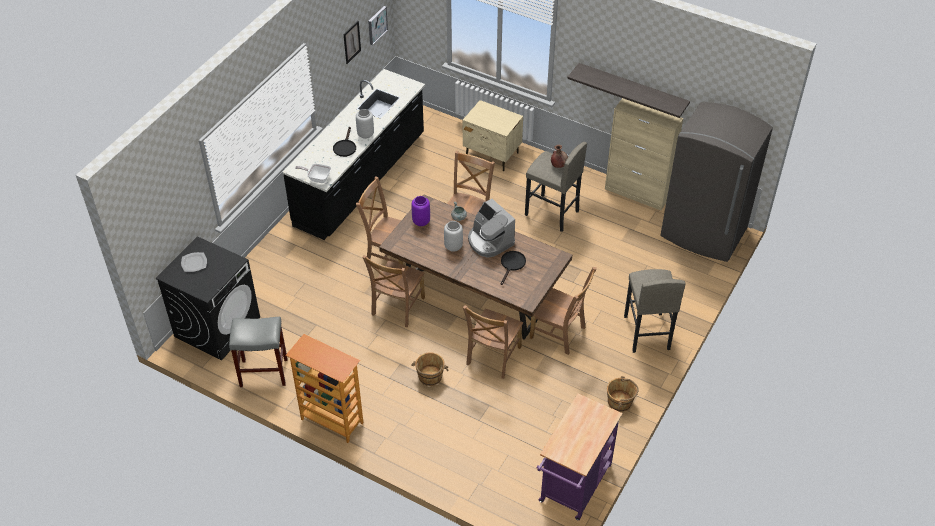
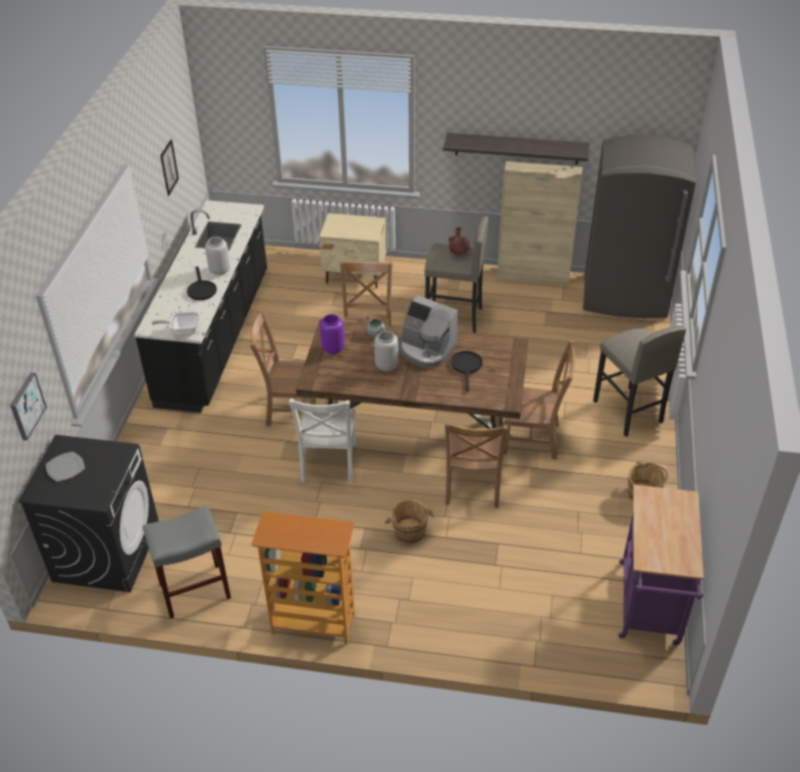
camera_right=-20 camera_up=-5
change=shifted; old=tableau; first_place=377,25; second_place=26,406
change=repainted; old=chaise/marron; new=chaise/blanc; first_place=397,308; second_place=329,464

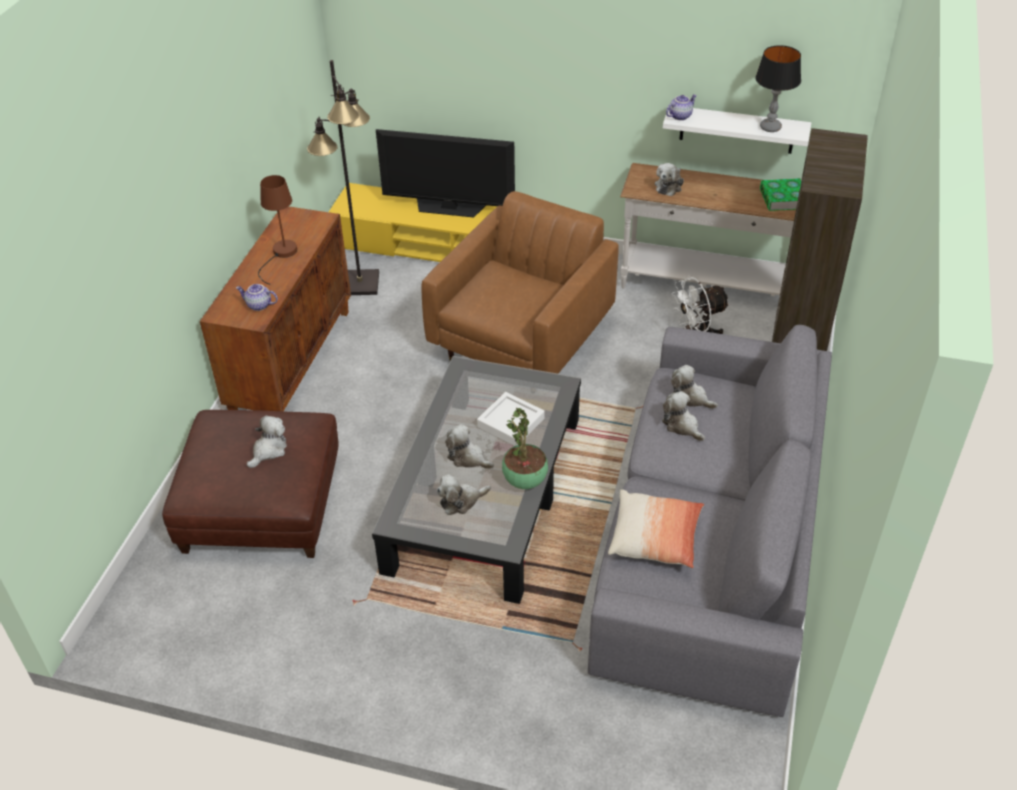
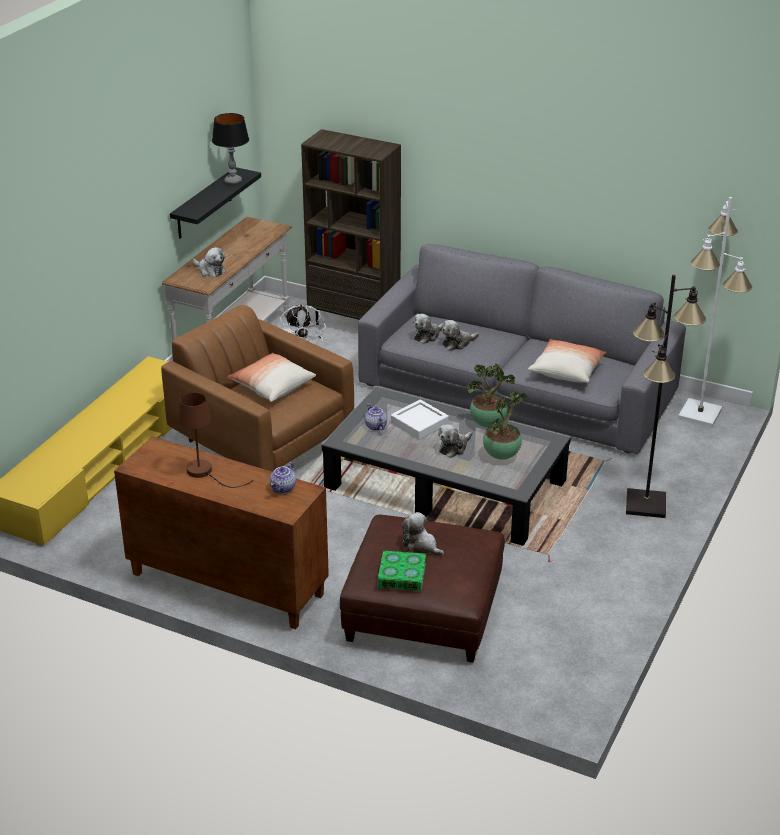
camera_right=-80 camera_up=-10
change=repainted; old=étagère/blanc; new=étagère/noir; first_place=737,129; second_place=204,204
change=new; new=coussin; second_place=272,387
change=shifted; old=théière; first_place=680,116; second_place=375,426
change=shifted; old=livre; first_place=783,198; second_place=402,575
change=swapped; old=peluche; new=plante en pot; first_place=461,501; second_place=502,455
change=shifted; old=lampadaire/noir; first_place=359,284; second_place=646,505
change=new; new=lampadaire/blanc; second_place=700,413
change=gone; old=téléviseur; first_place=449,207

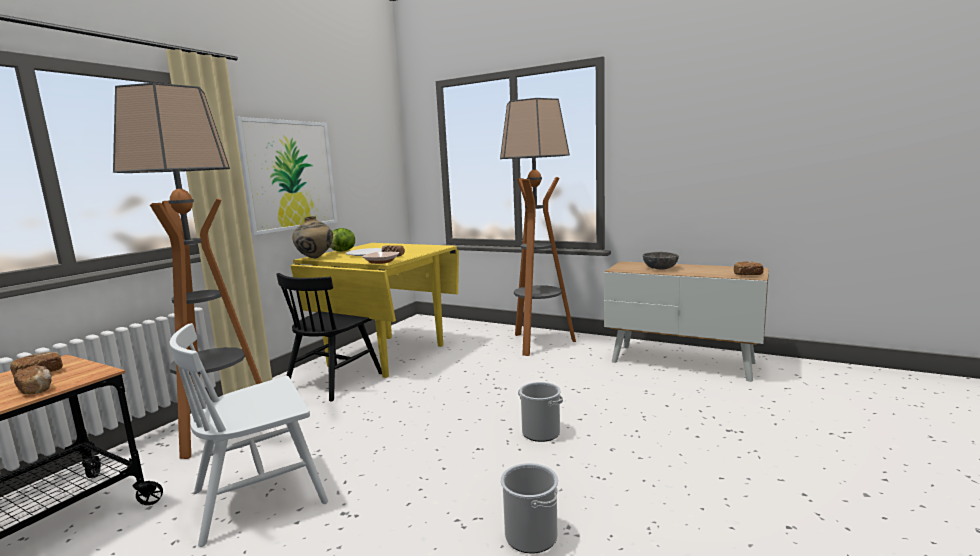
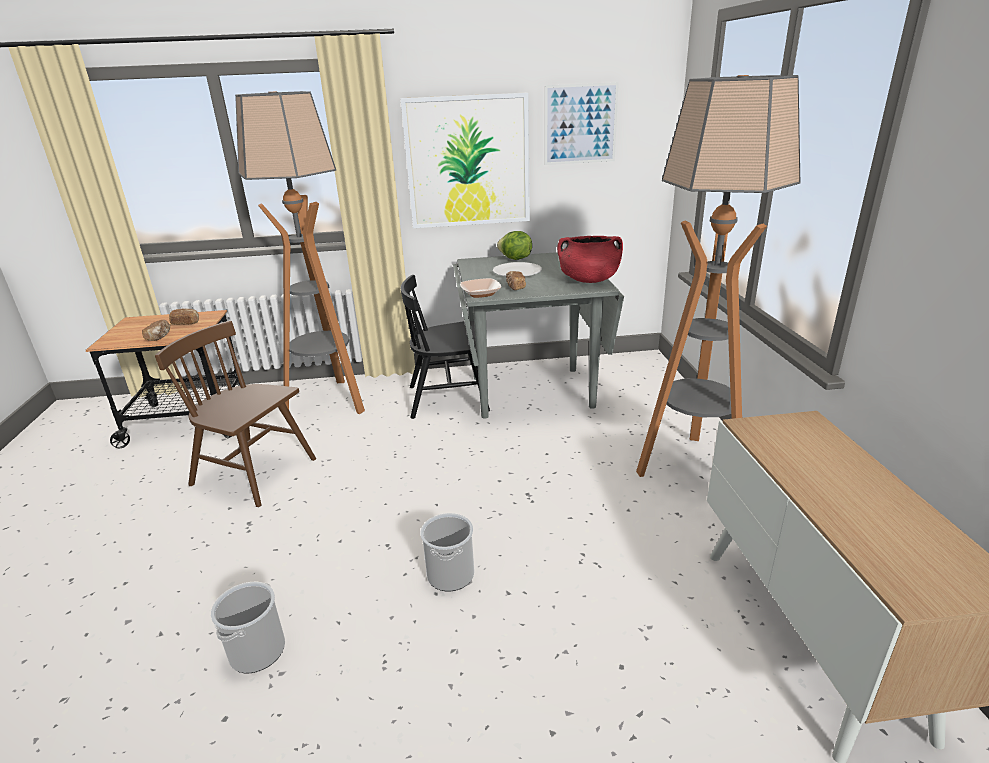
camera_right=55 camera_up=15
change=repainted; old=chaise/blanc; new=chaise/marron; first_place=260,496; second_place=254,472
change=repainted; old=table à manger/jaune; new=table à manger/gris; first_place=386,355; second_place=531,391
change=new; new=tableau; second_place=580,124
change=new; new=marmite/rouge; second_place=589,280
change=gone; old=vase/beige; first_place=315,258
change=gone; old=bol/gris; first_place=660,268
change=gone; old=pain; first_place=748,275

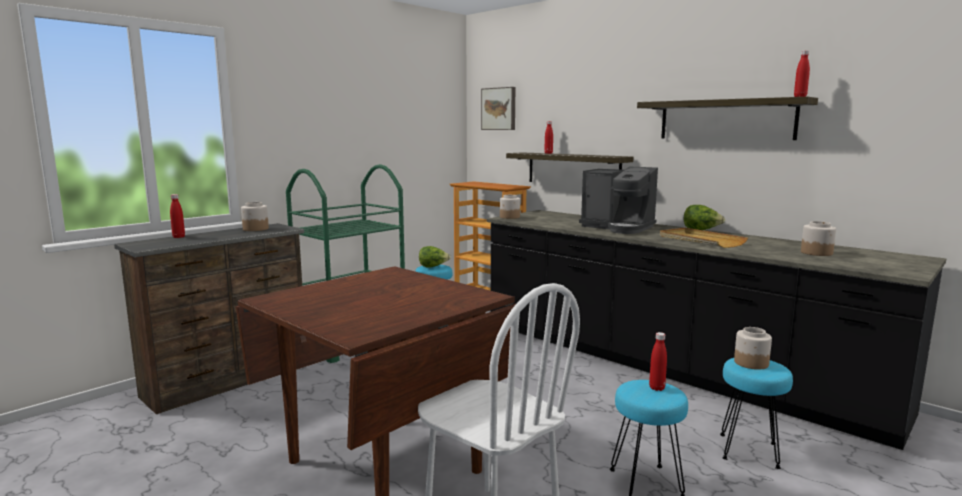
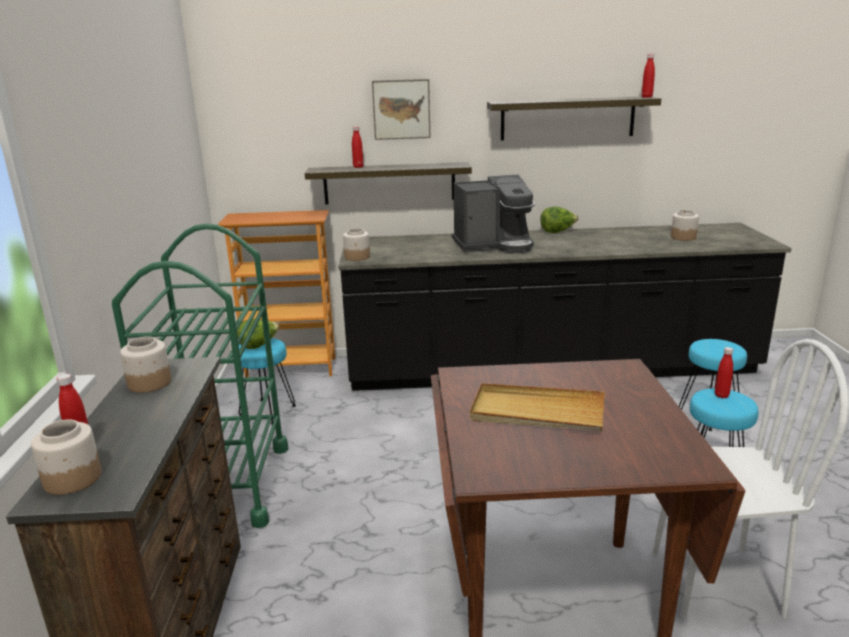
camera_right=-45 camera_up=10
change=shifted; old=bocal; first_place=750,363; second_place=72,479
change=shifted; old=tableau; first_place=499,109; second_place=401,109
change=shifted; old=plateau/beige; first_place=700,240; second_place=537,412

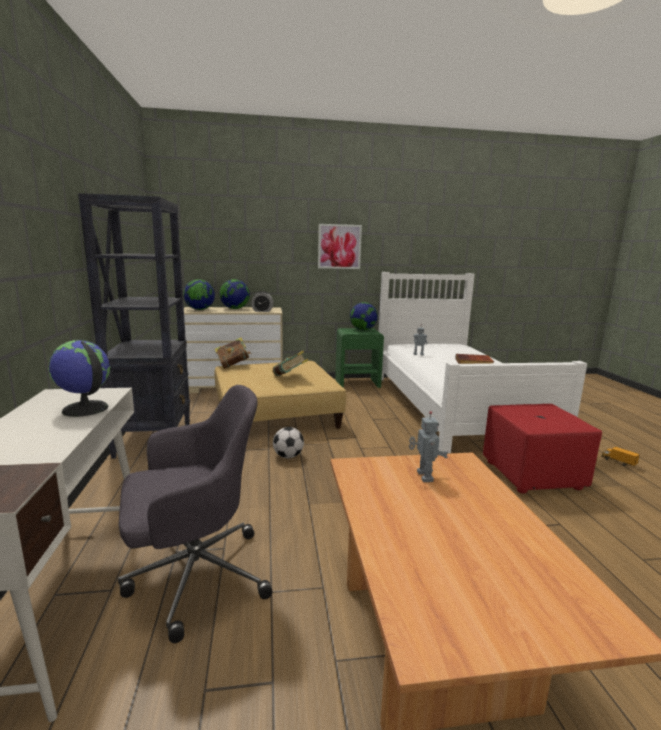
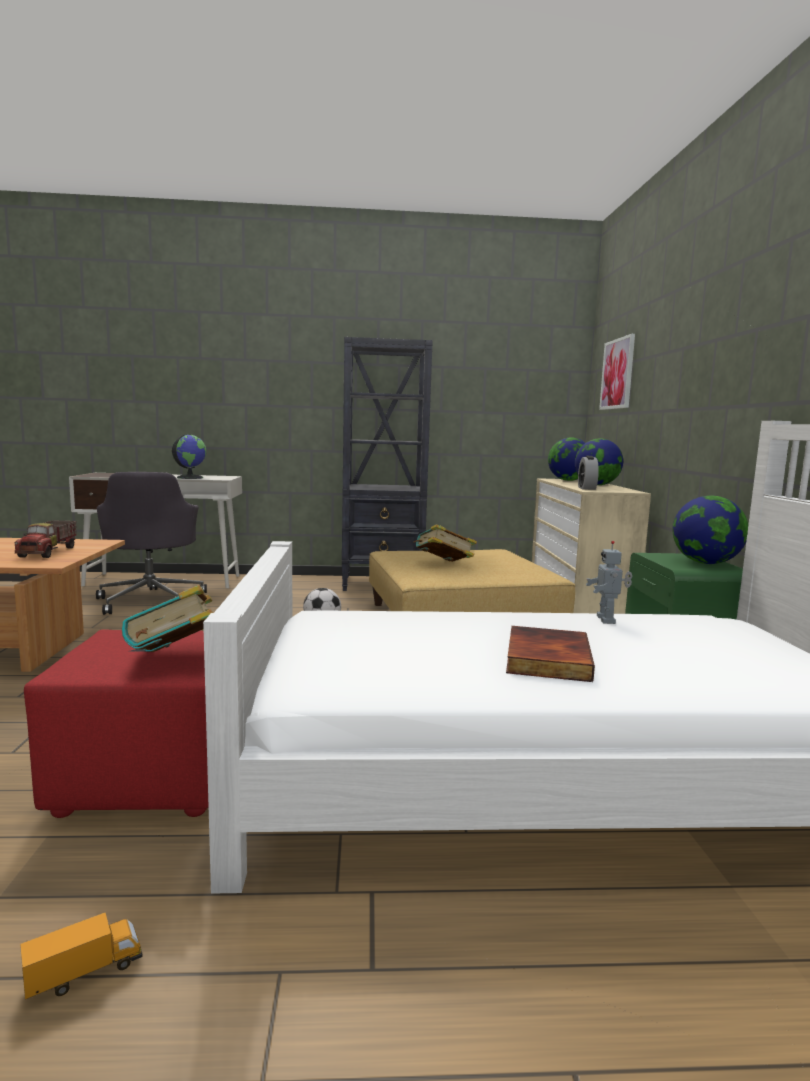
camera_right=95 camera_up=-5
change=swapped; old=robot jouet; new=camion jouet; first_place=423,476; second_place=49,552
change=shifted; old=livre; first_place=233,365; second_place=176,660
change=shifted; old=tableau; first_place=339,246; second_place=617,374

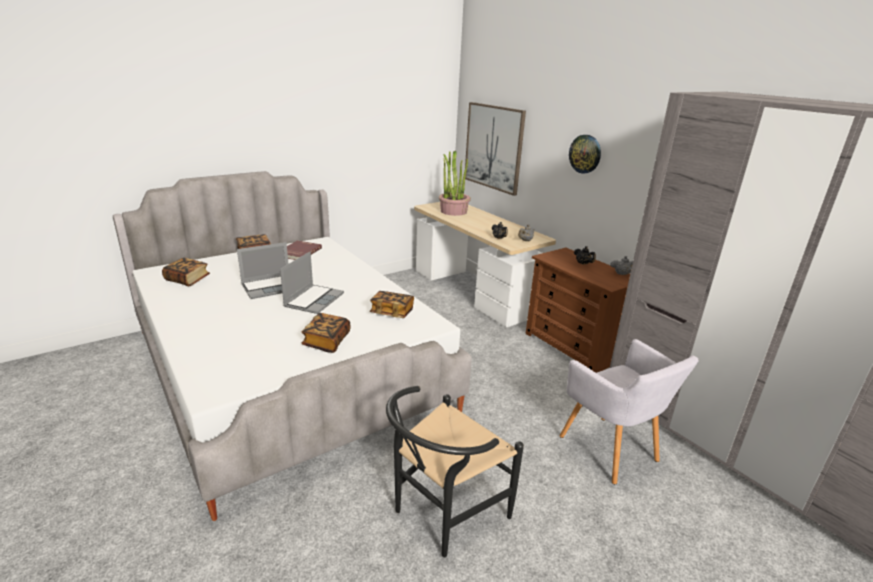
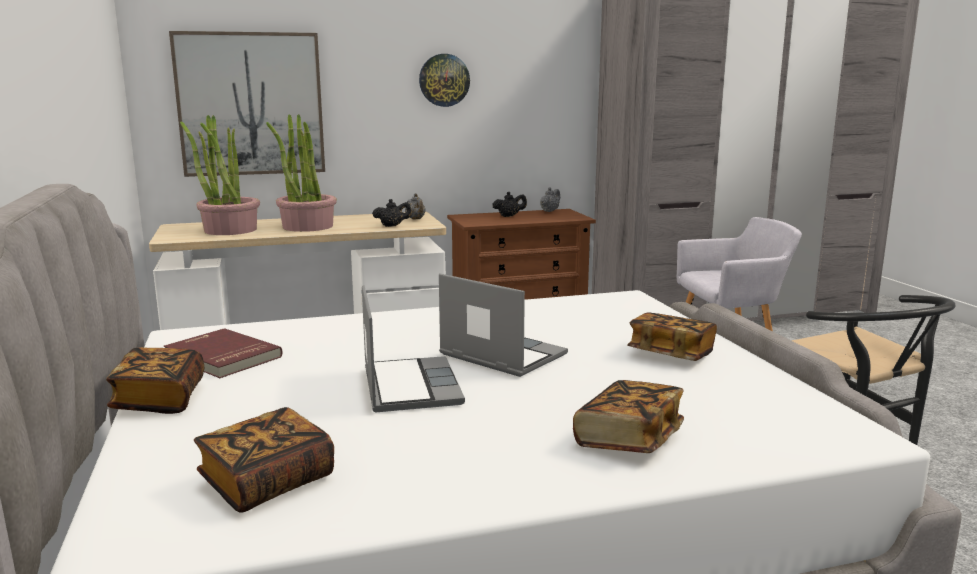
camera_right=-70 camera_up=-10
change=new; new=plante en pot; second_place=307,227
change=shifted; old=livre; first_place=392,312; second_place=628,439

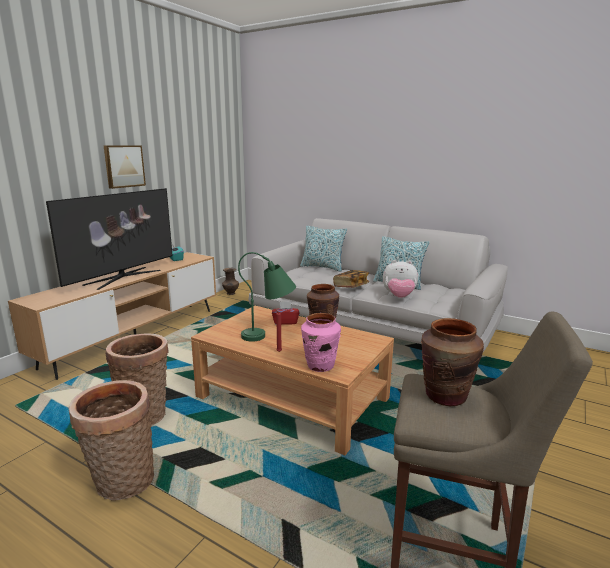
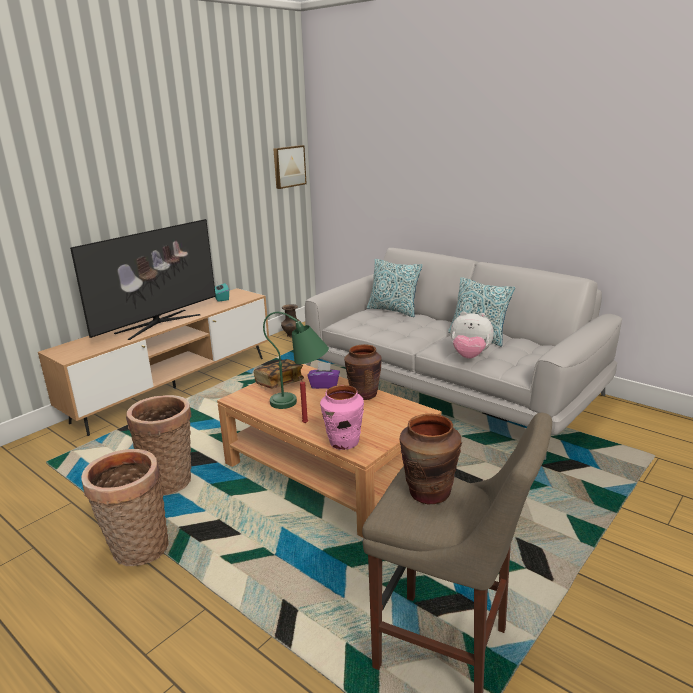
camera_right=10 camera_up=5
change=shifted; old=livre; first_place=351,286; second_place=279,383
change=shifted; old=tableau; first_place=124,166; second_place=288,166
change=repainted; old=boîte à mouchoirs/rouge; new=boîte à mouchoirs/violet; first_place=285,322; second_place=324,385

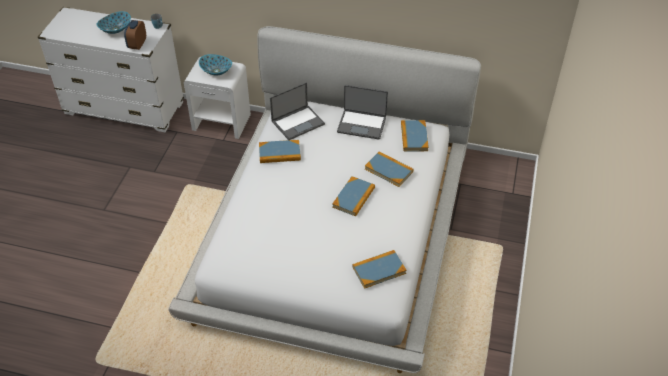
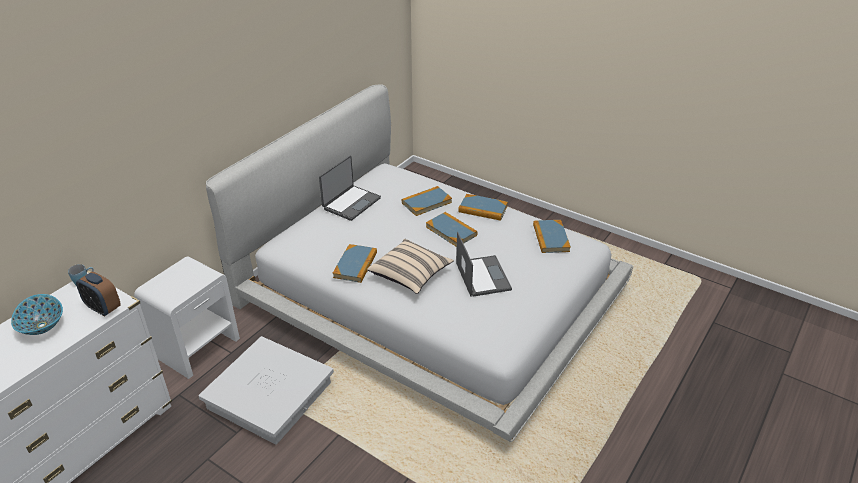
camera_right=-70 camera_up=-10
change=new; new=boîte de rangement/blanc; second_place=270,395
change=new; new=coussin/beige; second_place=410,275
change=shifted; old=ordinateur portable; first_place=298,122; second_place=482,276
change=shifted; old=livre; first_place=414,137; second_place=483,209
change=gone; old=bol; first_place=216,71

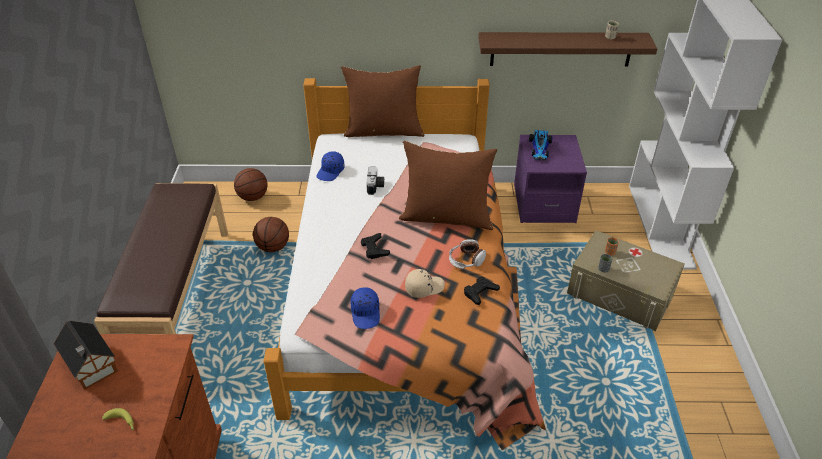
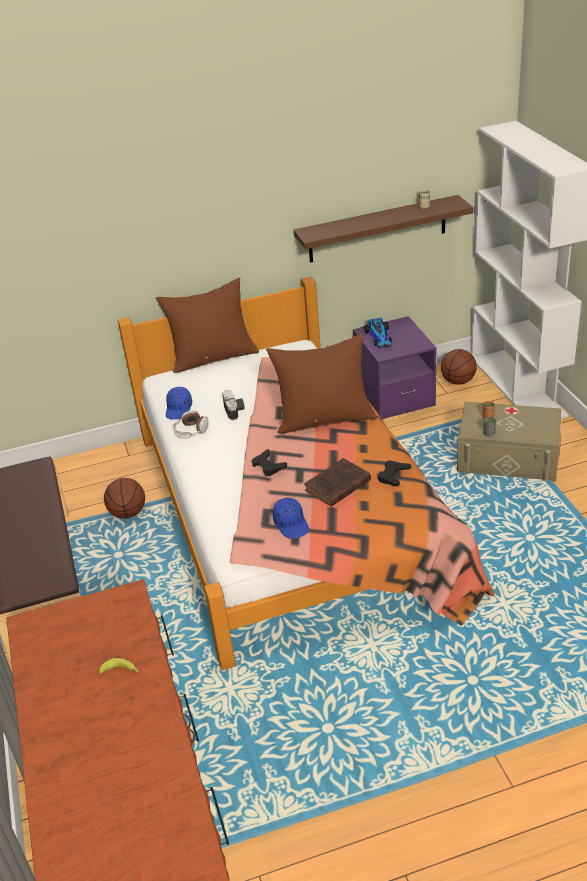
camera_right=-15 camera_up=-5
change=shifted; old=casque audio; first_place=466,260; second_place=191,431
change=swapped; old=casquette/beige; new=livre/marron; first_place=424,287; second_place=336,486
change=shifted; old=ballon de basket; first_place=252,197; second_place=458,381
change=gone; old=maison miniature; first_place=91,366

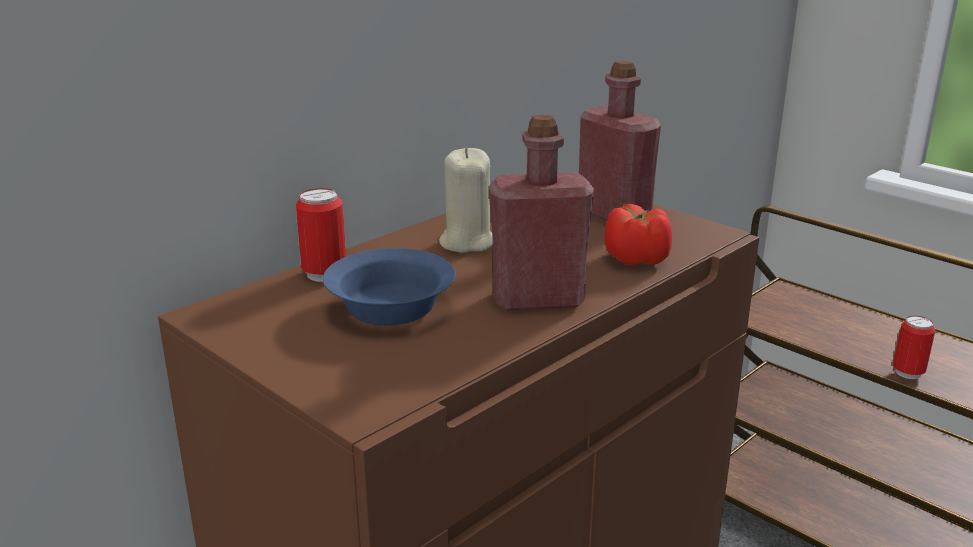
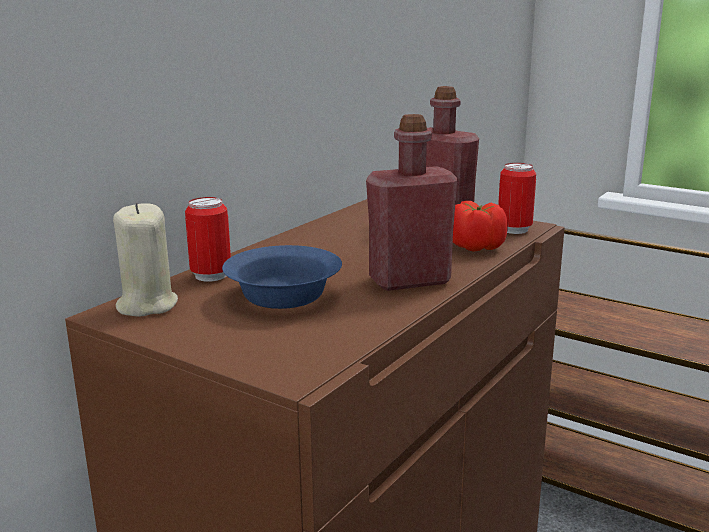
camera_right=-10 camera_up=-5
change=shifted; old=bougie/beige; first_place=466,242; second_place=147,305
change=shifted; old=boîte métallique; first_place=908,372; second_place=514,229

